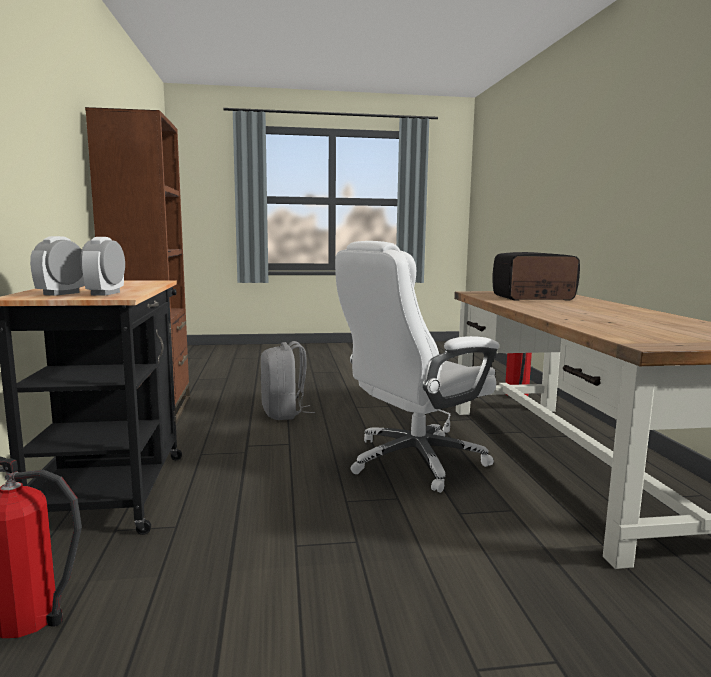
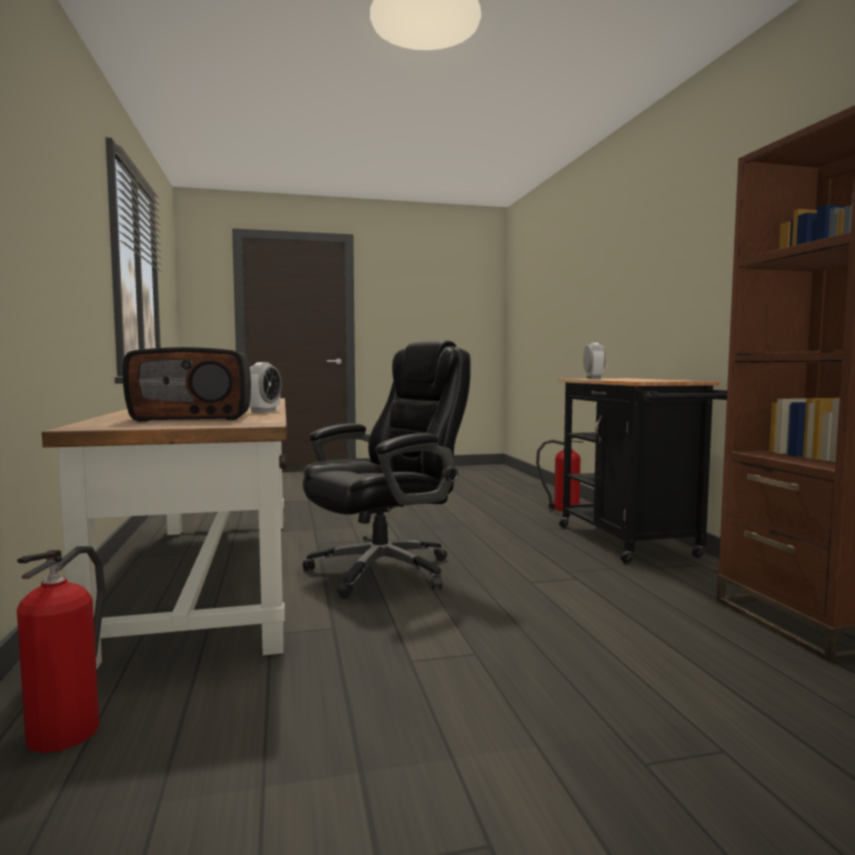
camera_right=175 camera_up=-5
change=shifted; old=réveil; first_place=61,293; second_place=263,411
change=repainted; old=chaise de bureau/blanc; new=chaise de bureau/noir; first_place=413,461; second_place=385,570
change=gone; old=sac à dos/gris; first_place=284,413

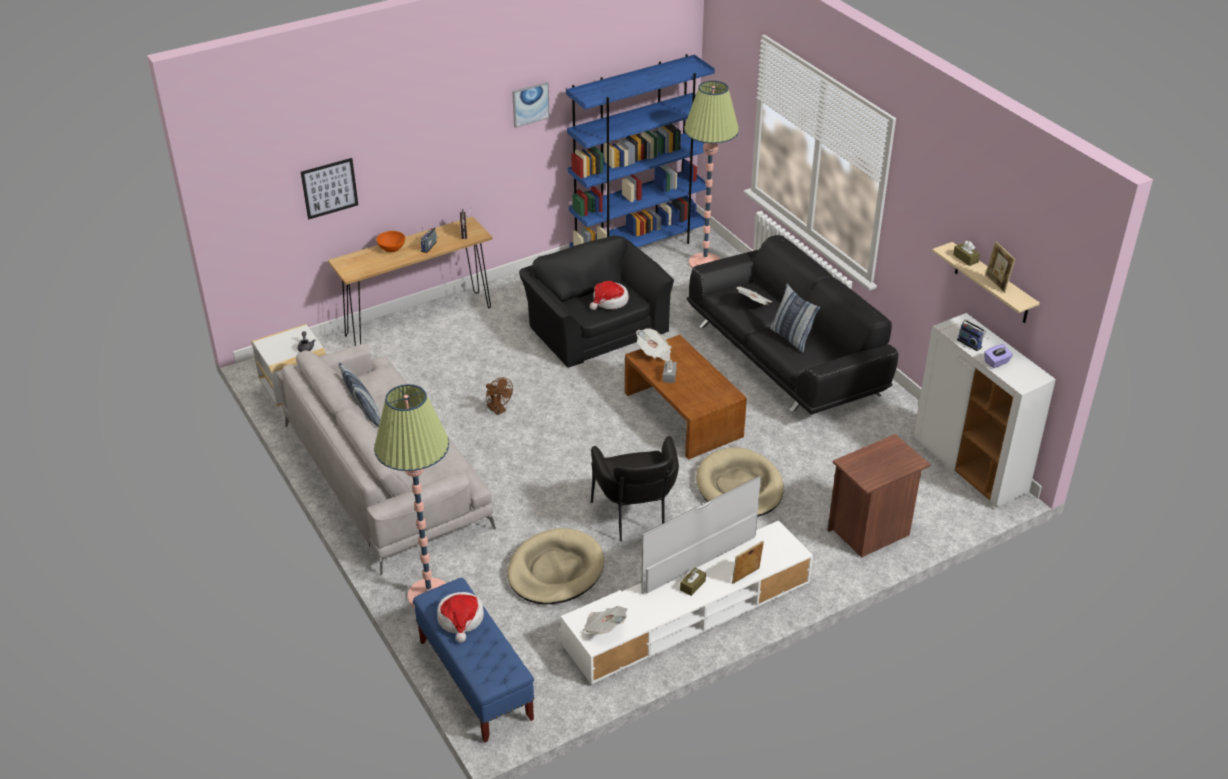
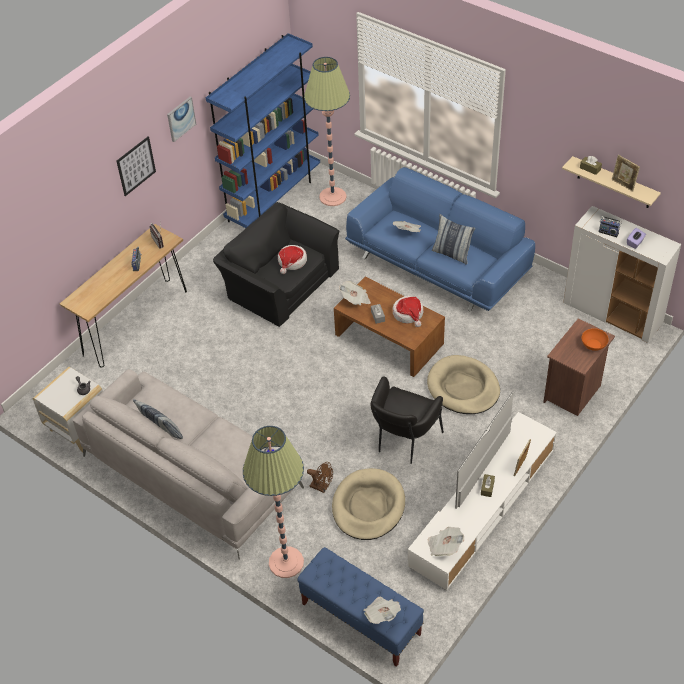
camera_right=-20 camera_up=10
change=shifted; old=tableau; first_place=329,188; second_place=136,166
change=shifted; old=ventilateur/marron; first_place=498,410; second_place=322,487
change=repainted; old=canapé/noir; new=canapé/bleu; first_place=786,358; second_place=439,264
change=new; new=journal; second_place=382,614
change=rotated; old=fauteuil/noir; first_place=636,519; second_place=403,441; degrees=60
change=shifted; old=chapeau; first_place=461,619; second_place=408,314
change=shifted; old=bol/orange; first_place=392,248; second_place=593,345

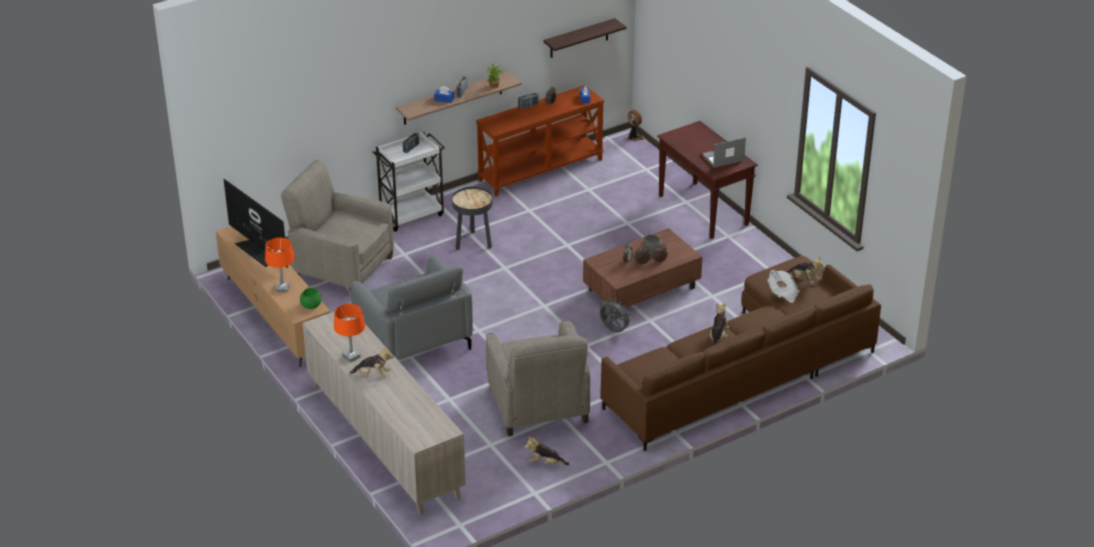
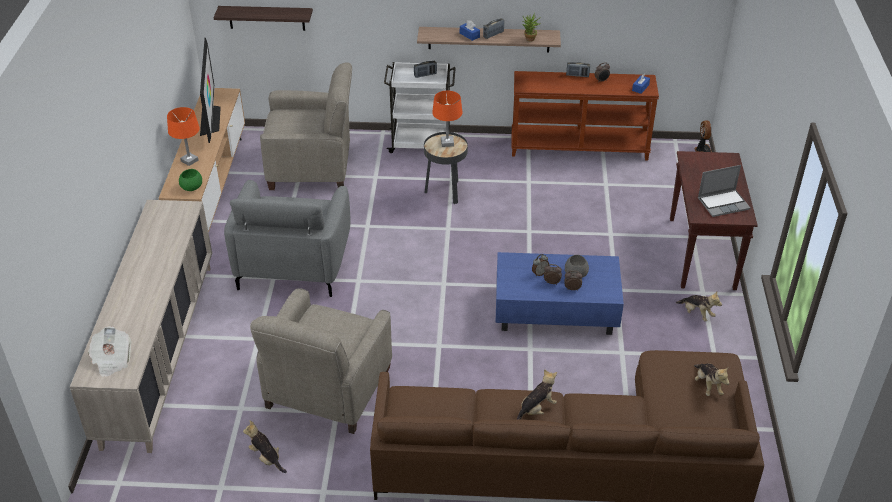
camera_right=35 camera_up=5
change=shifted; old=journal; first_place=783,293; second_place=112,360
change=shifted; old=étagère; first_place=579,38; second_place=266,18
change=rotated; old=fauteuil/beige; first_place=341,267; second_place=311,167; degrees=120
change=shifted; old=lampe de table/orange; first_place=351,357; second_place=447,143
change=repainted; old=table basse/marron; new=table basse/bleu; first_place=640,289; second_place=554,310
change=shifted; old=peluche; first_place=373,375; second_place=697,314
change=rotated; old=ordinateur portable; first_place=723,158; second_place=723,203; degrees=150
change=gone; old=ventilateur/gris; first_place=613,331

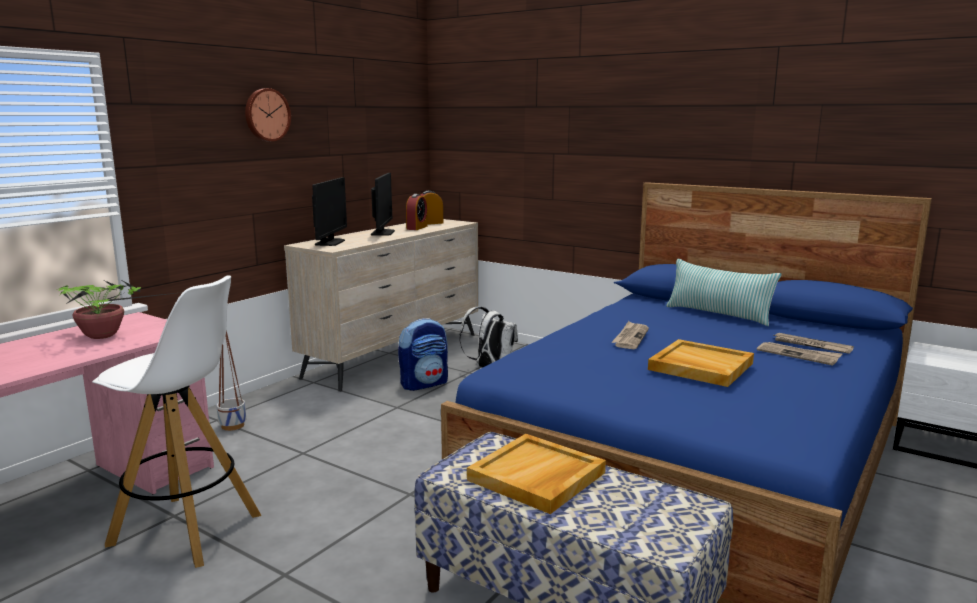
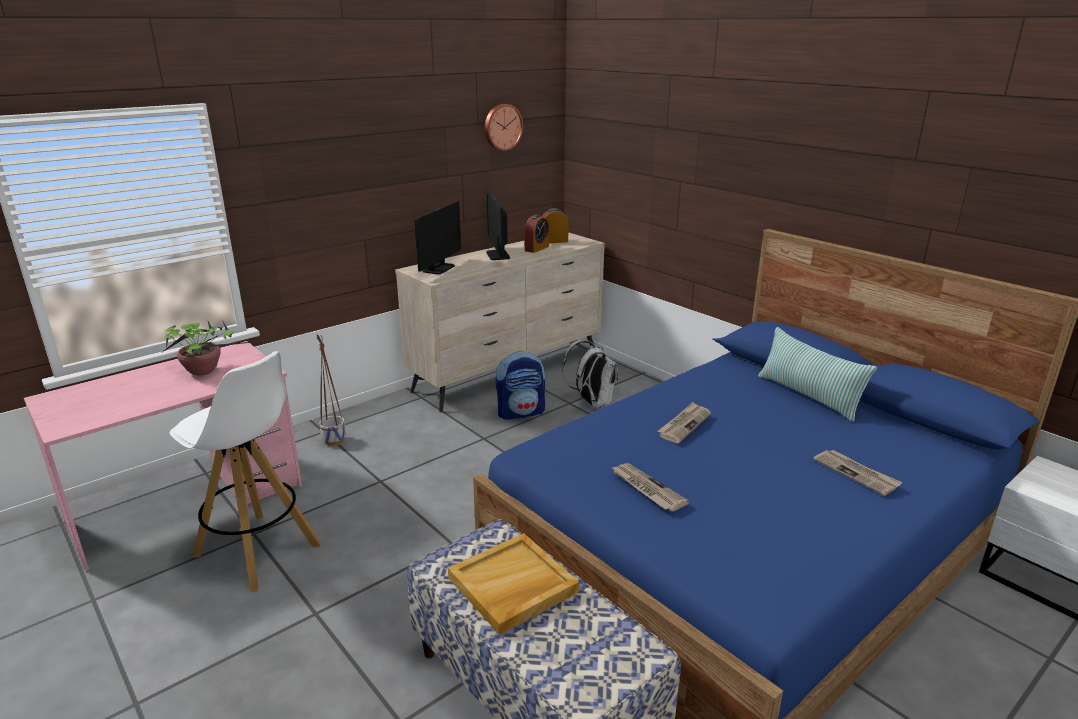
camera_right=15 camera_up=10
change=shifted; old=horloge murale; first_place=266,115; second_place=502,127
change=rotated; old=écran d'ordinateur; first_place=382,233; second_place=498,255; degrees=150
change=shifted; old=journal; first_place=811,345; second_place=647,489
change=gone; old=plateau/beige; first_place=699,366

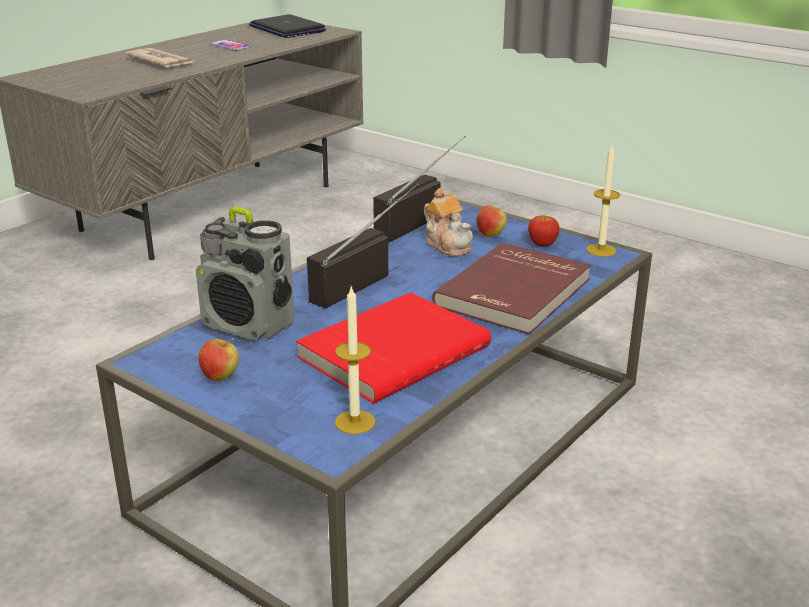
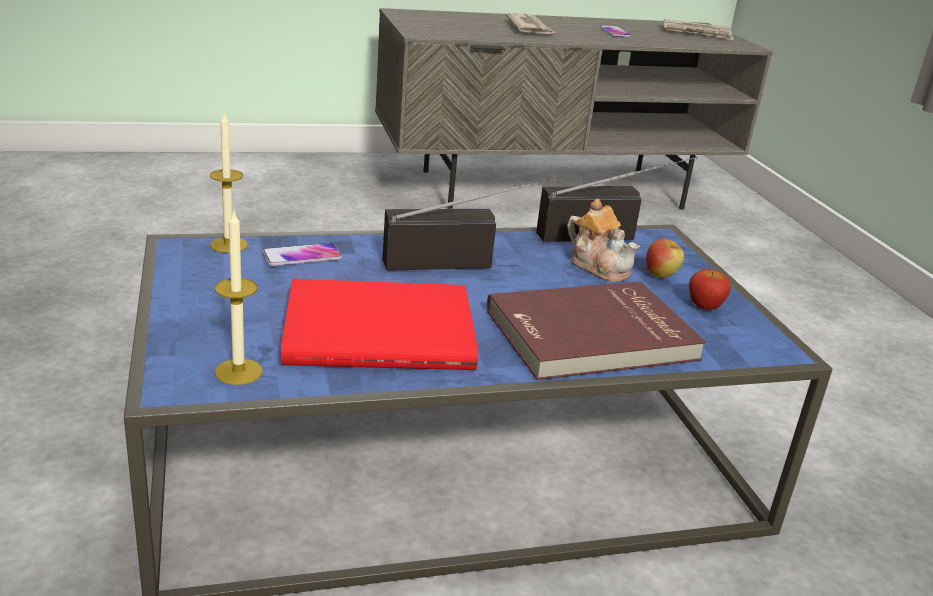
camera_right=35 camera_up=0
change=shifted; old=bougie; first_place=601,250; second_place=228,245
change=swapped; old=radio; new=téléphone; first_place=249,325; second_place=302,256
change=rotated; old=théière; first_place=448,245; second_place=599,267; degrees=-45
change=swapped; old=ordinateur portable; new=journal; first_place=287,29; second_place=697,33
change=gone; old=pomme; first_place=220,377

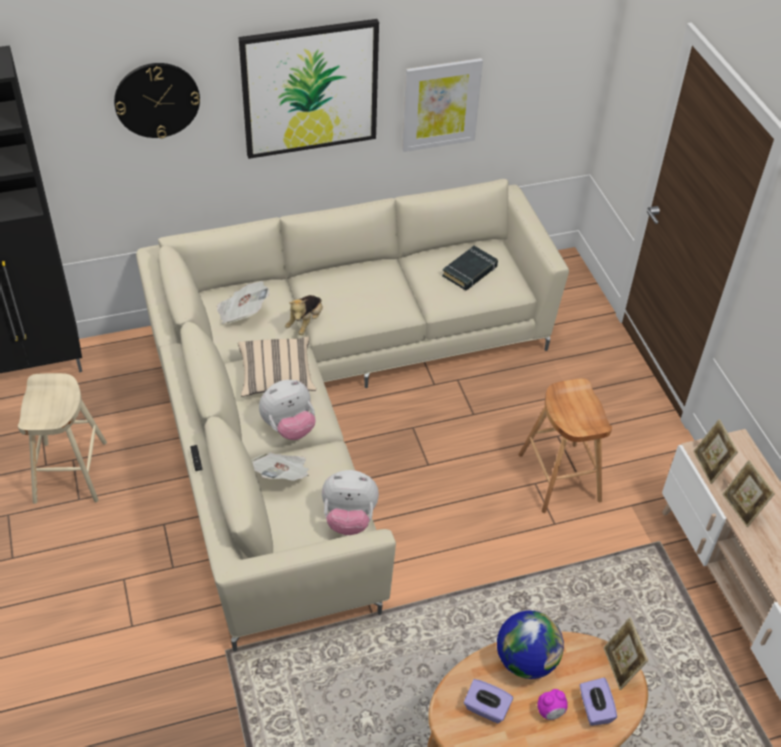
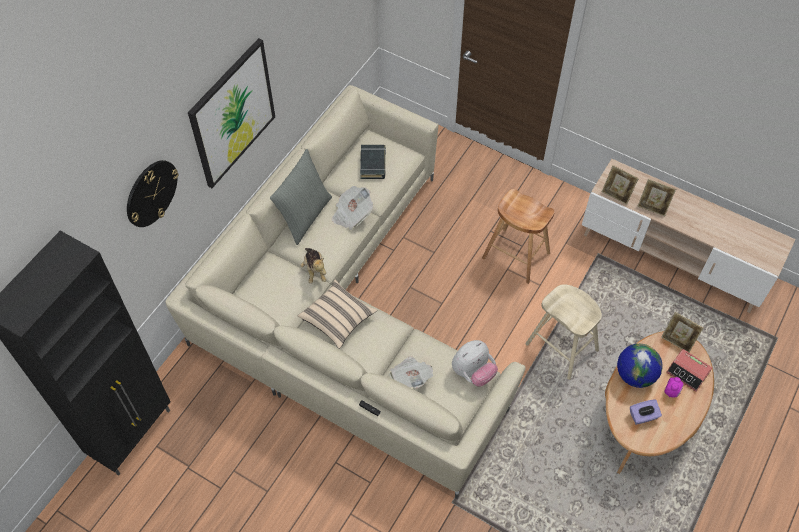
camera_right=-40 camera_up=10
change=new; new=coussin/gris; second_place=304,216
change=shifted; old=journal; first_place=242,313; second_place=352,214
change=shifted; old=tabouret/beige; first_place=70,471; second_place=561,347
change=swapped; old=boîte à mouchoirs/violet; new=réveil; first_place=594,709; second_place=688,372
change=gone; old=peluche; first_place=289,427
change=gone; old=tableau; first_place=440,104

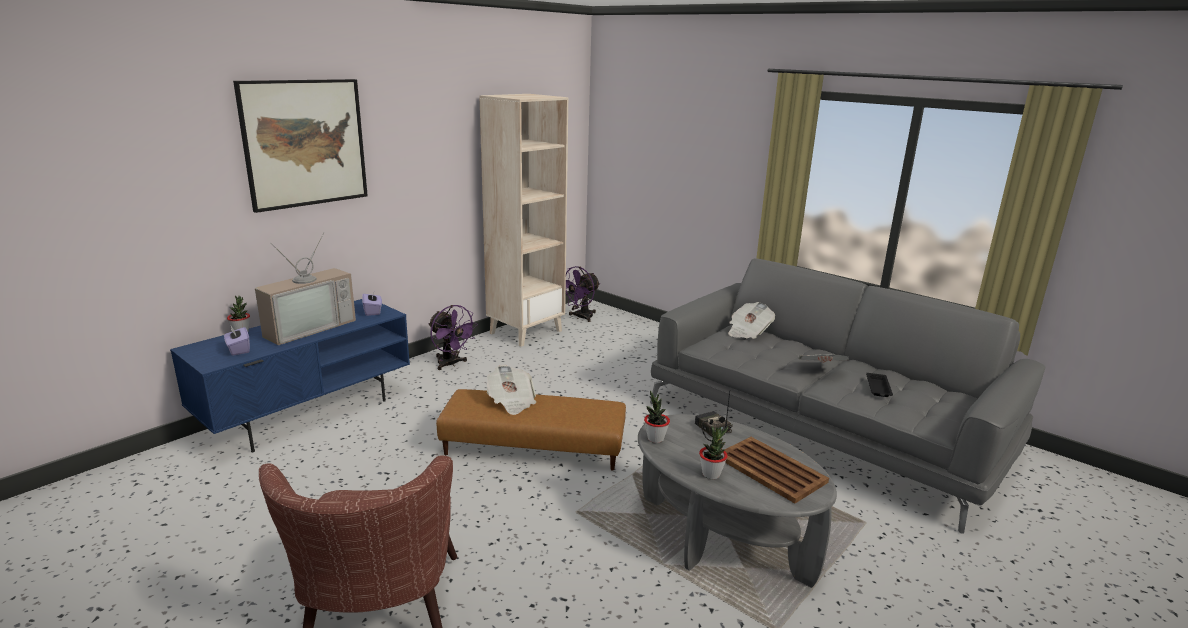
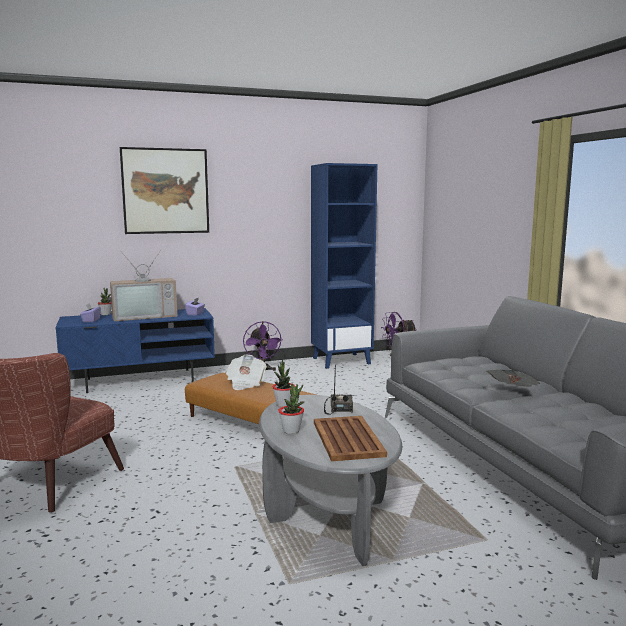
camera_right=30 camera_up=-10
change=repainted; old=bibliothèque/beige; new=bibliothèque/bleu; first_place=526,332; second_place=341,361
change=gone; old=journal; first_place=748,332
change=gone; old=plateau/noir; first_place=878,388

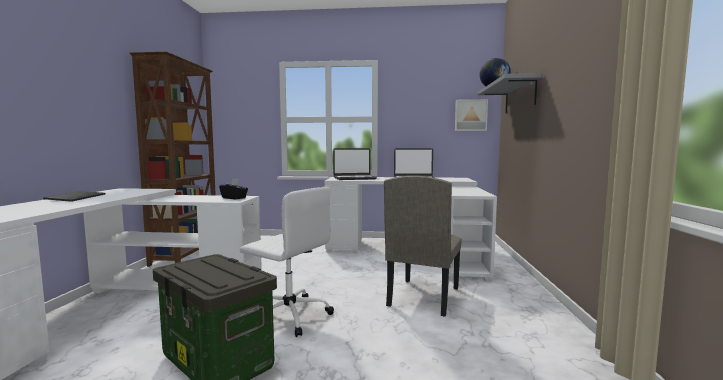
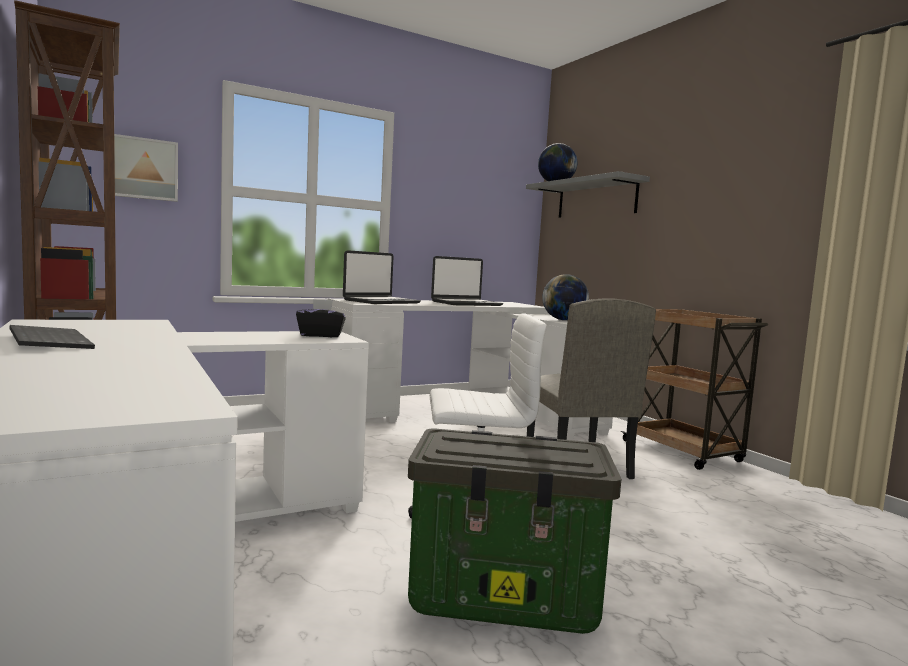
camera_right=-35 camera_up=0
change=shifted; old=tableau; first_place=470,115; second_place=145,169
change=new; new=globe; second_place=563,320
change=new; new=chariot/marron; second_place=683,452

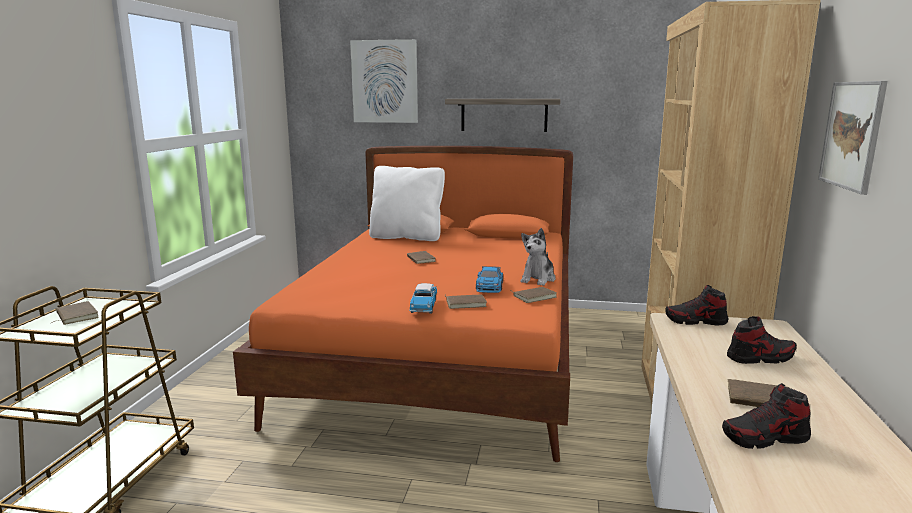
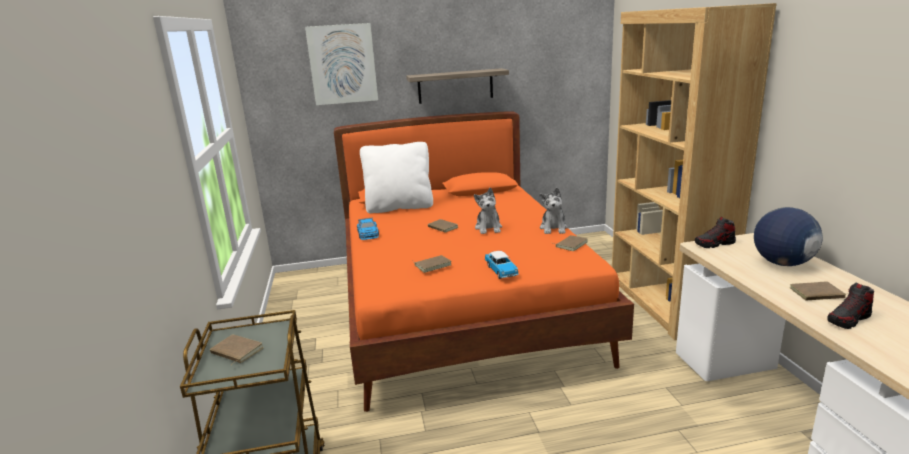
camera_right=-20 camera_up=5
change=shifted; old=petite voiture; first_place=489,287; second_place=368,234
change=shifted; old=livre/marron; first_place=466,303; second_place=432,265
change=new; new=peluche; second_place=488,228
change=swapped; old=chaussure; new=globe; first_place=760,358; second_place=782,263
change=gone; old=tableau; first_place=852,135

